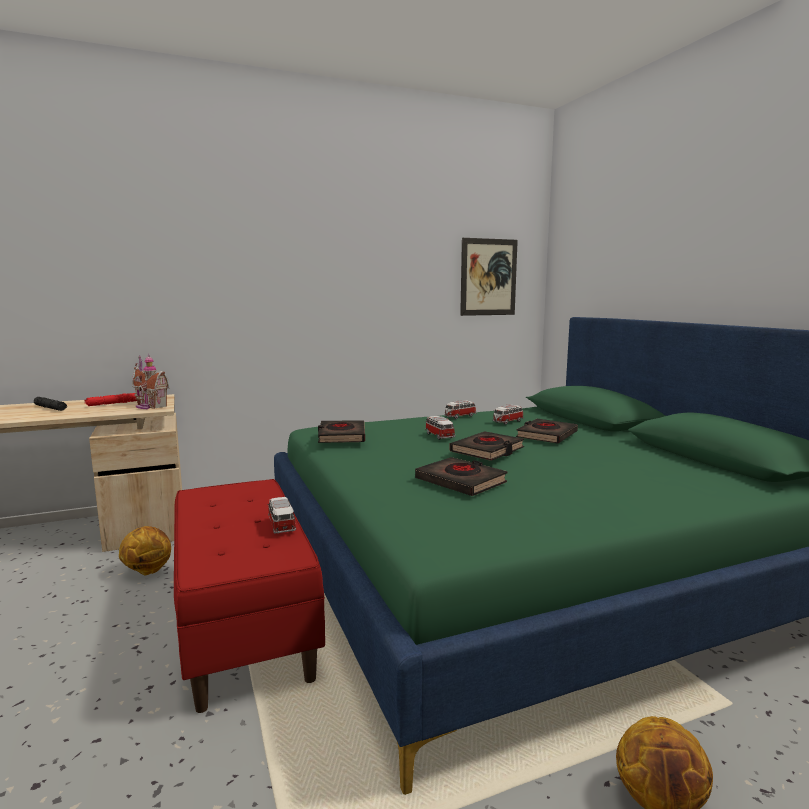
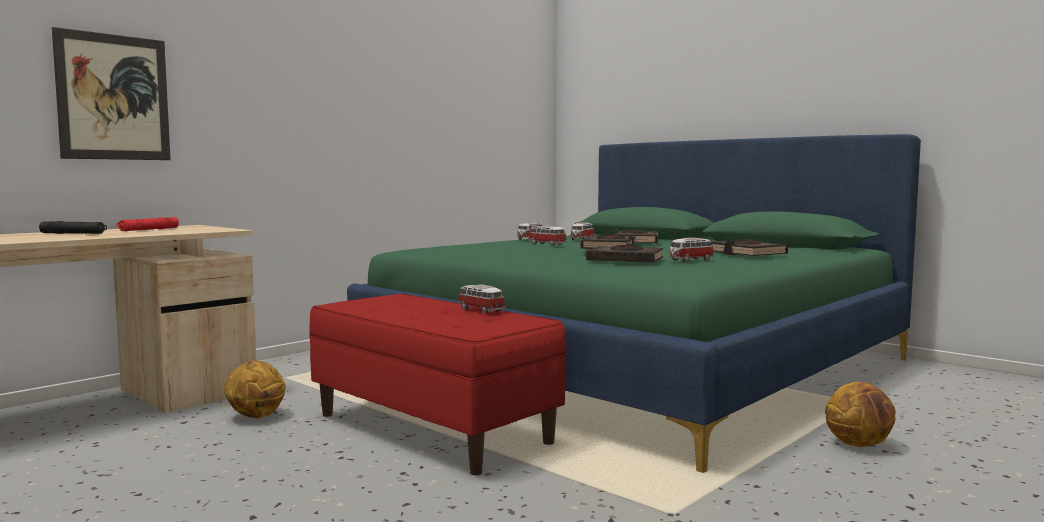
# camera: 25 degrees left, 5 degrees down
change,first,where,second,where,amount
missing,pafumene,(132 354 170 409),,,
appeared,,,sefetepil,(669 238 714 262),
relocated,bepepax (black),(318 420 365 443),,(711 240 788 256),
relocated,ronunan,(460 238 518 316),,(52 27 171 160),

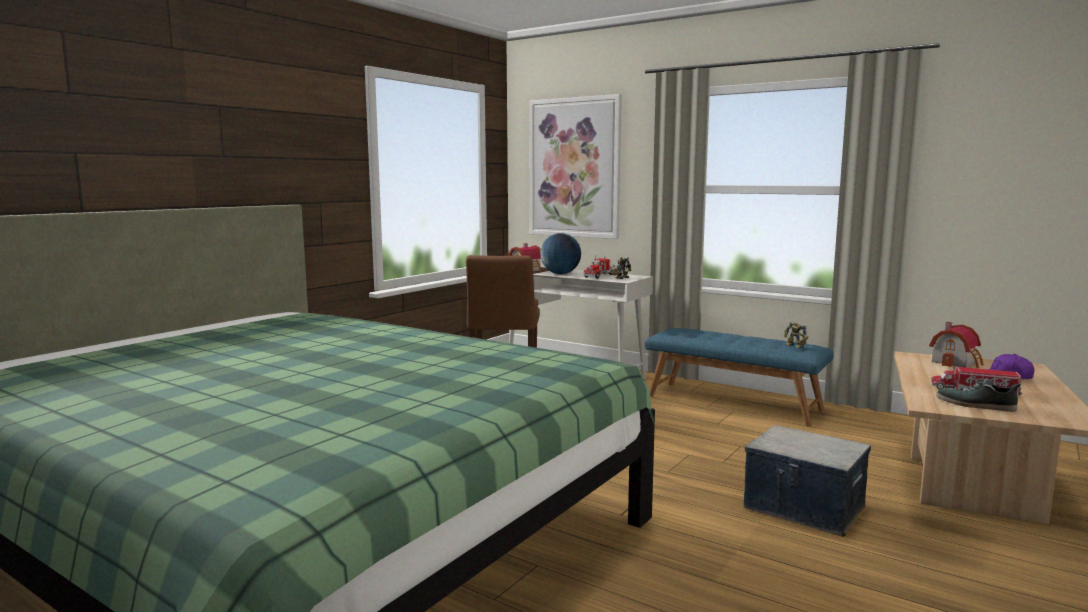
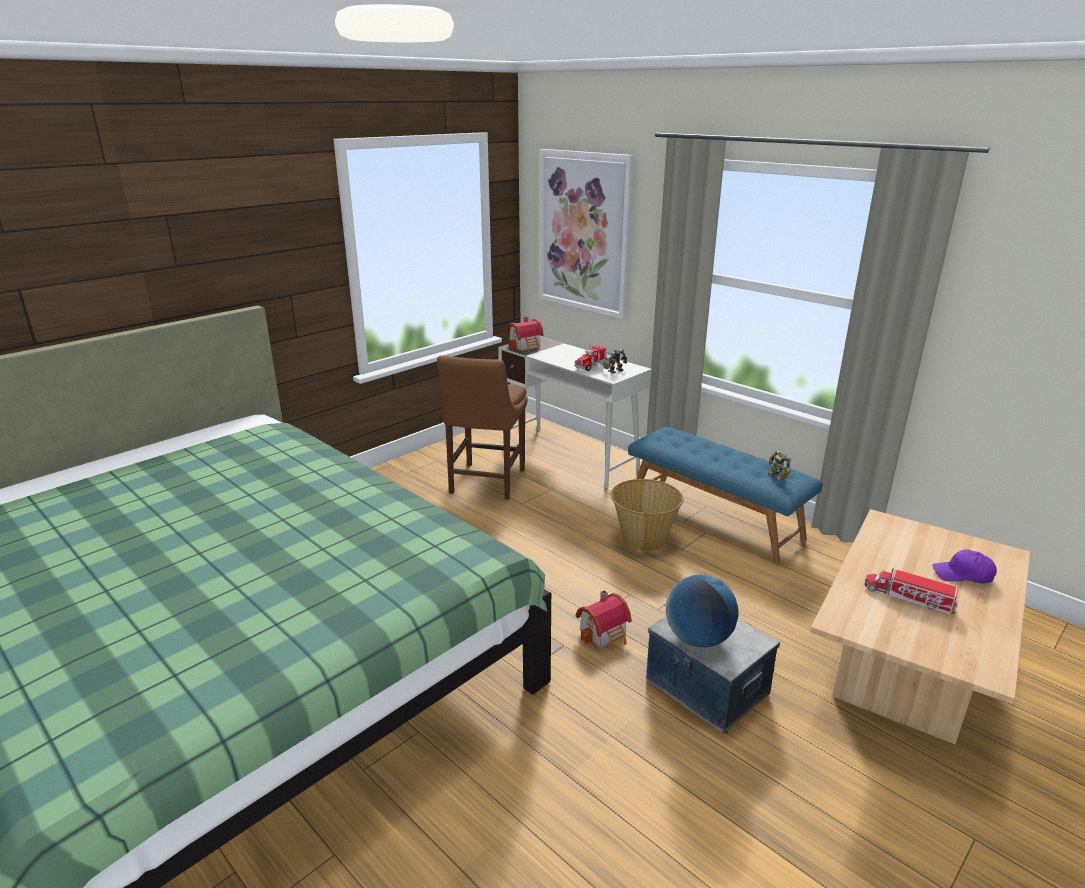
# camera: 10 degrees right, 15 degrees up
change,first,where,second,where,amount
missing,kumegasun,(936 378 1021 412),,,
appeared,,,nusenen,(611 479 683 552),
relocated,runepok,(540 233 581 274),,(666 574 739 648),
relocated,pafumene,(929 322 984 368),,(576 590 632 651),

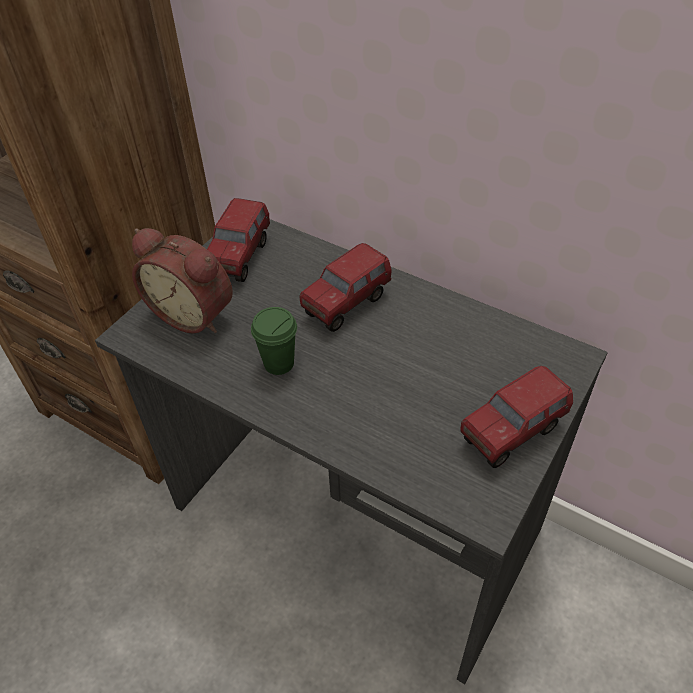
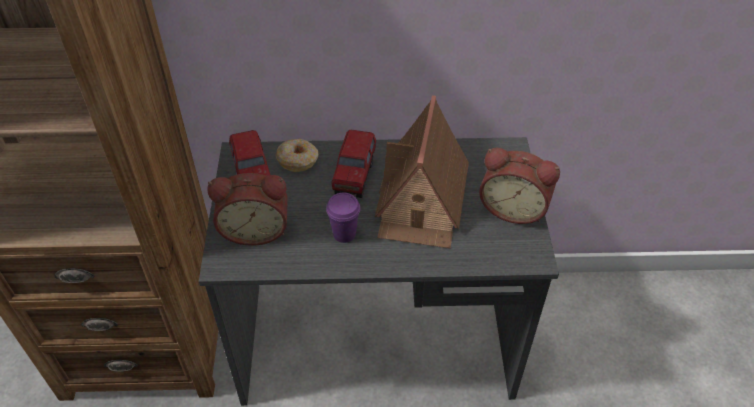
# camera: 35 degrees left, 0 degrees up
change,first,where,second,where,amount
appeared,,,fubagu,(275 139 318 172),
appeared,,,pafumene,(375 95 469 248),
exchanged,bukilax,(460 366 573 468),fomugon,(479 148 560 224),
colour,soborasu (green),(251 307 297 375),soborasu (purple),(326 193 360 243),

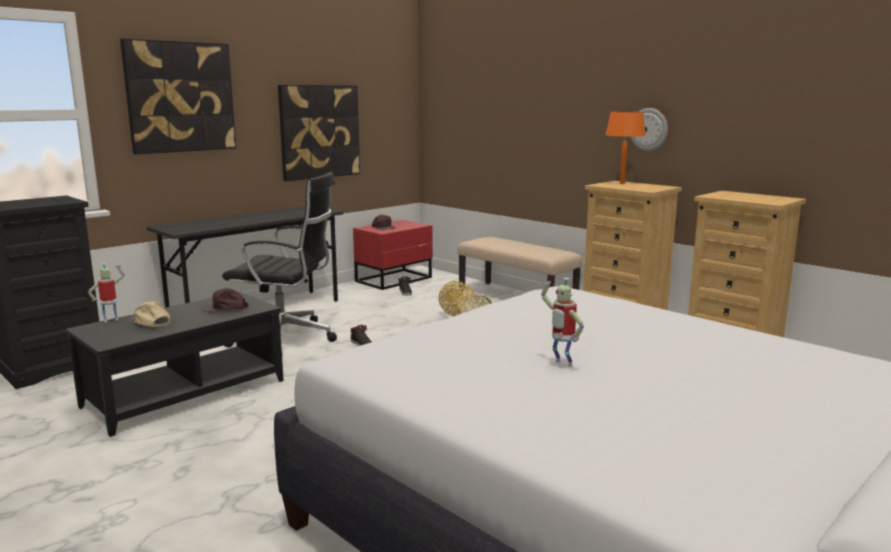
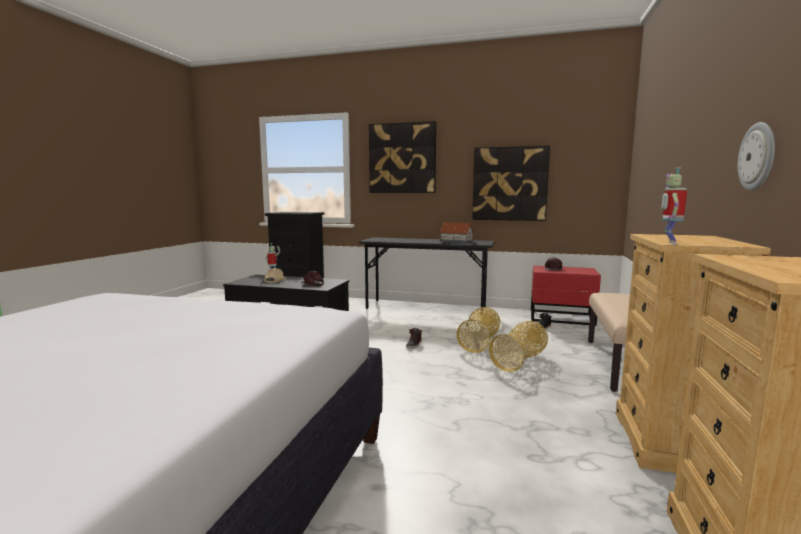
# camera: 60 degrees right, 5 degrees down
change,first,where,second,where,amount
missing,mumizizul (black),(222 172 337 348),,,
missing,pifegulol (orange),(605 112 646 184),,,
appeared,,,pafumene,(439 222 474 243),
appeared,,,nusenen,(456 307 500 353),
relocated,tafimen,(541 278 584 367),,(662 168 687 245),

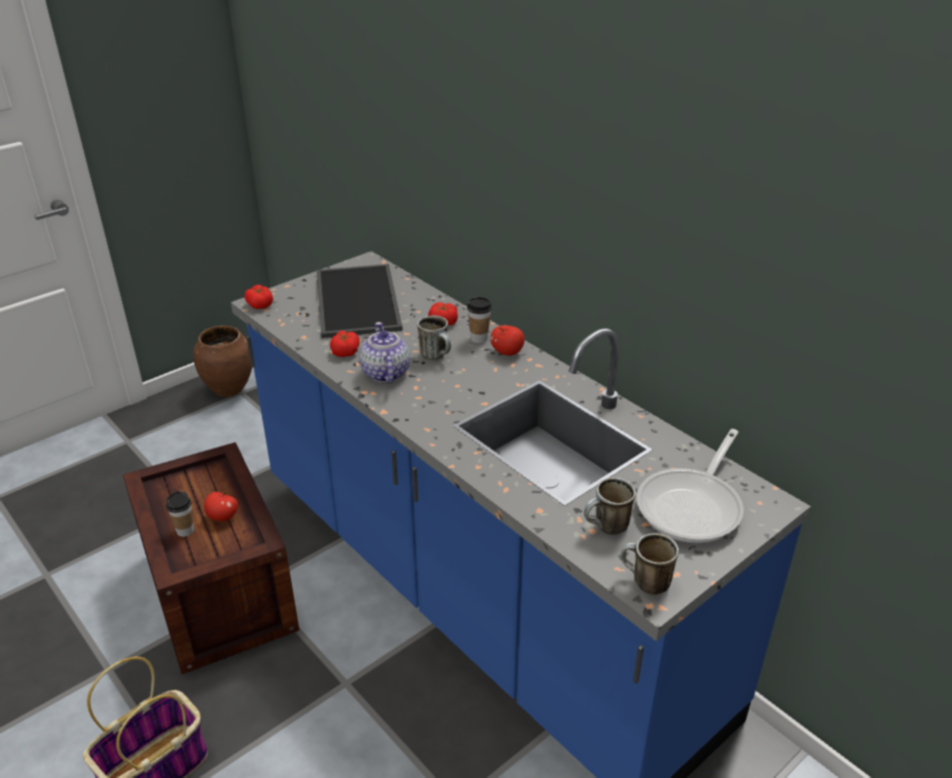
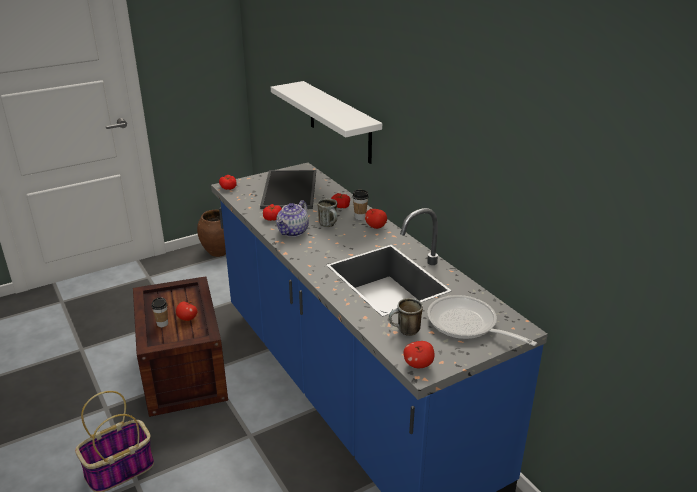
# camera: 10 degrees right, 5 degrees down
change,first,where,second,where,amount
appeared,,,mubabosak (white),(271 81 382 164),
exchanged,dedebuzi,(621 533 679 595),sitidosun,(403 341 435 368),
spun,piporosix,(360 322 410 383),,(276 200 309 237),150 degrees counterclockwise
spun,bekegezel,(636 429 744 543),,(427 295 537 346),90 degrees clockwise

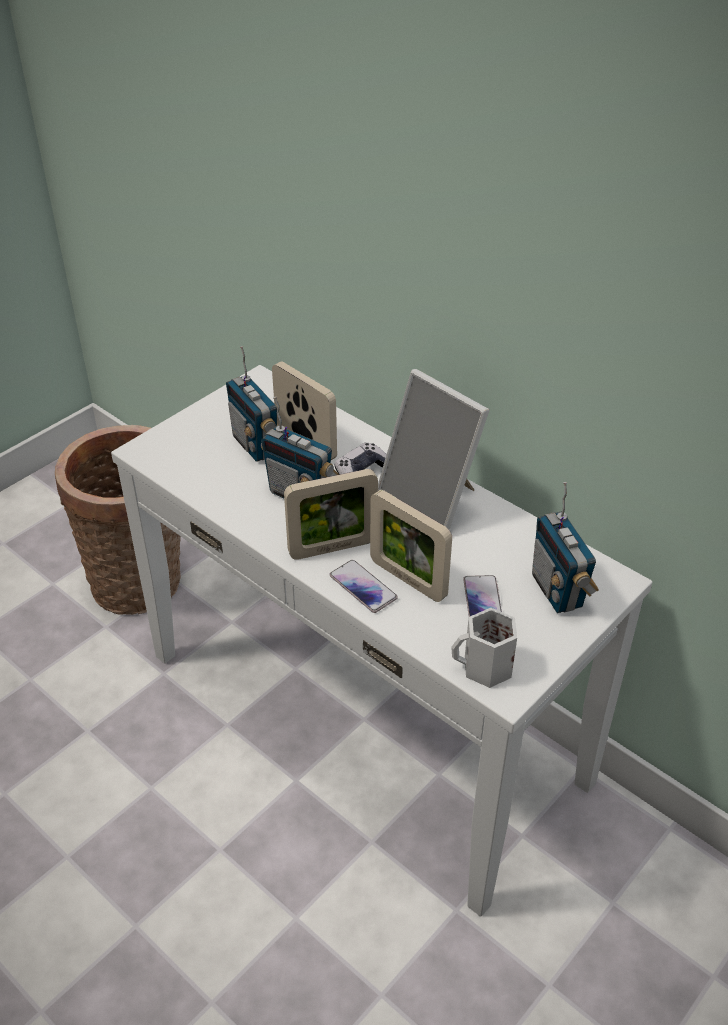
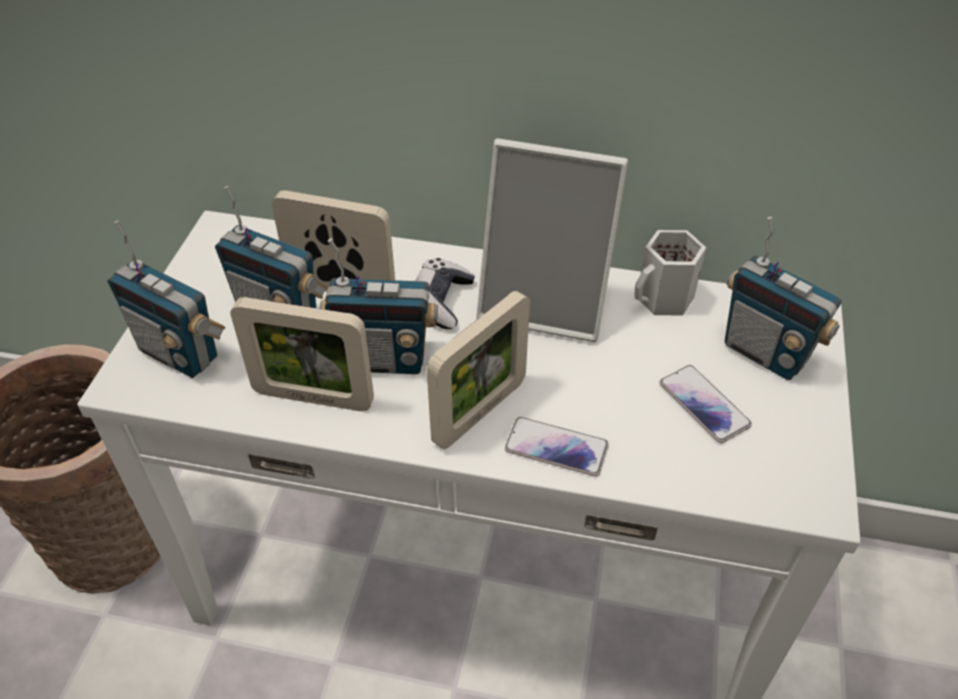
# camera: 30 degrees left, 5 degrees up
change,first,where,second,where,amount
appeared,,,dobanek,(107 220 225 378),
relocated,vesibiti,(370 490 452 602),,(230 297 374 411),
relocated,dedebuzi (white),(451 608 517 688),,(634 230 706 316),

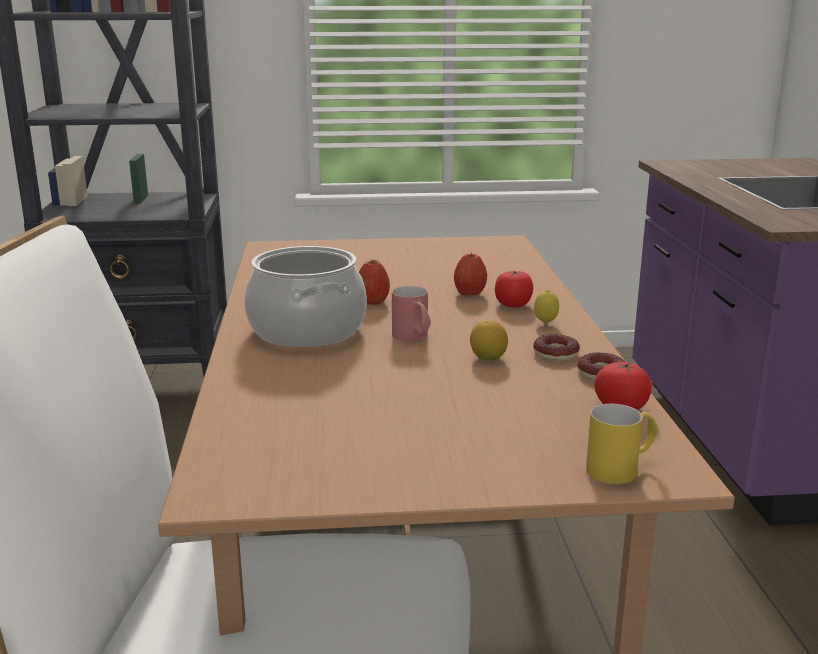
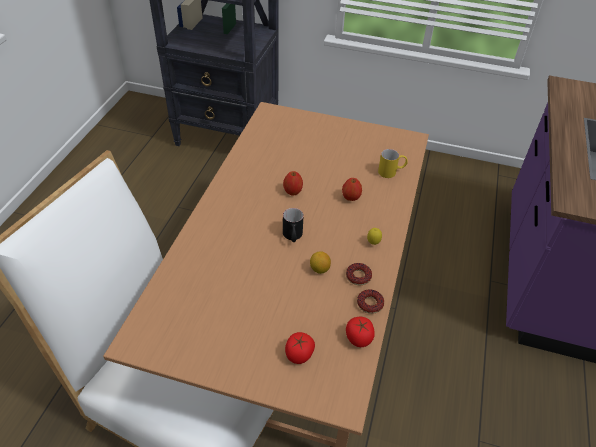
# camera: 20 degrees right, 25 degrees up
change,first,where,second,where,amount
missing,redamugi,(244 246 367 347),,,
relocated,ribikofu,(495 271 533 307),,(285 332 315 364),
relocated,dedebuzi (yellow),(586 404 658 484),,(378 149 408 178),
colour,dedebuzi (red),(392 286 431 341),dedebuzi (black),(283 208 304 242),

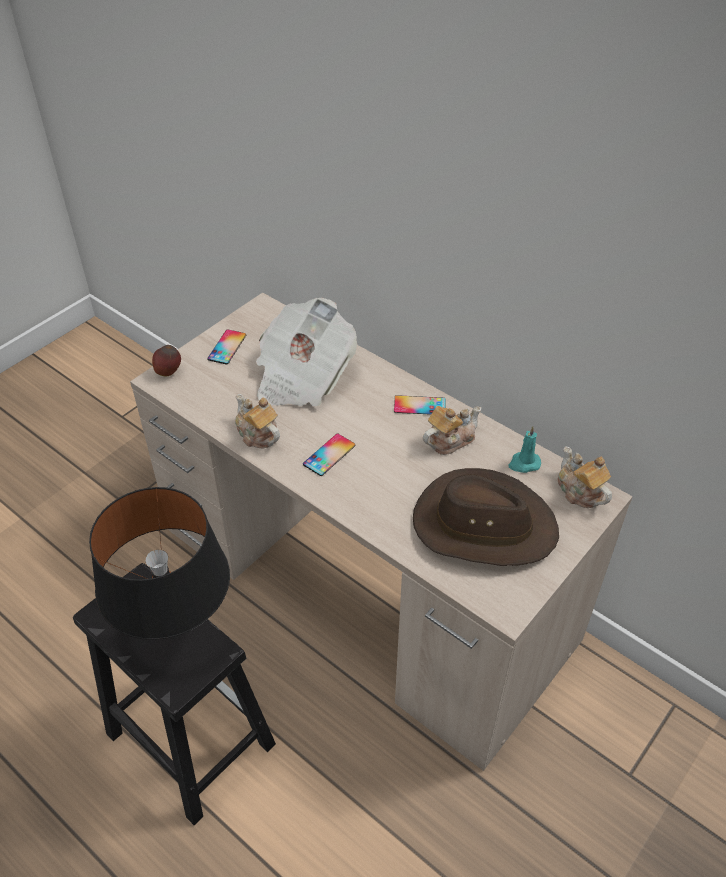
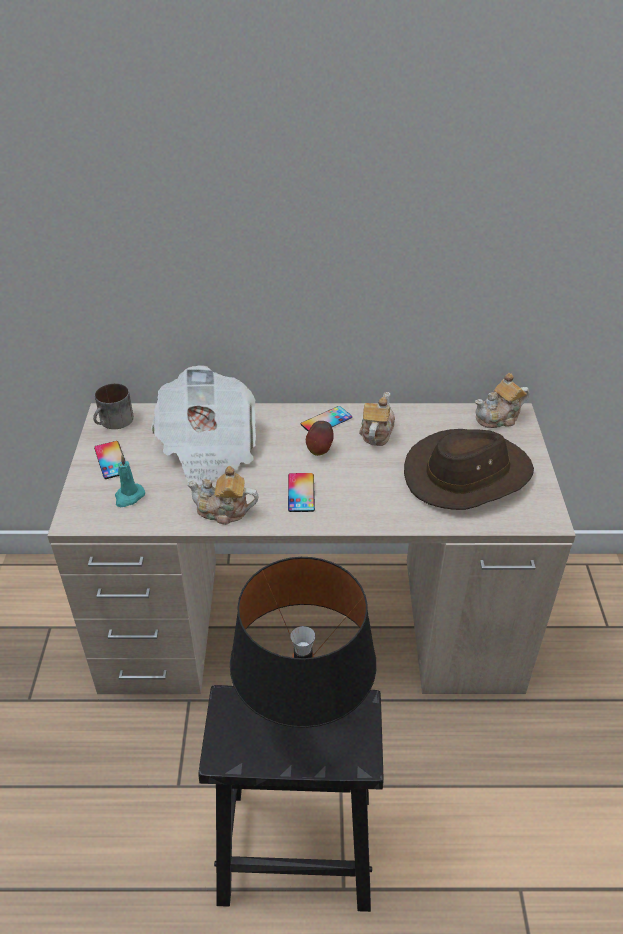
# camera: 40 degrees left, 5 degrees down
change,first,where,second,where,amount
appeared,,,dedebuzi,(93 383 134 429),
relocated,sitidosun,(152 345 181 377),,(306 421 334 456),
relocated,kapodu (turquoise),(508 426 541 473),,(115 455 145 507),
spun,piporosix,(558 446 612 508),,(475 373 530 428),45 degrees counterclockwise

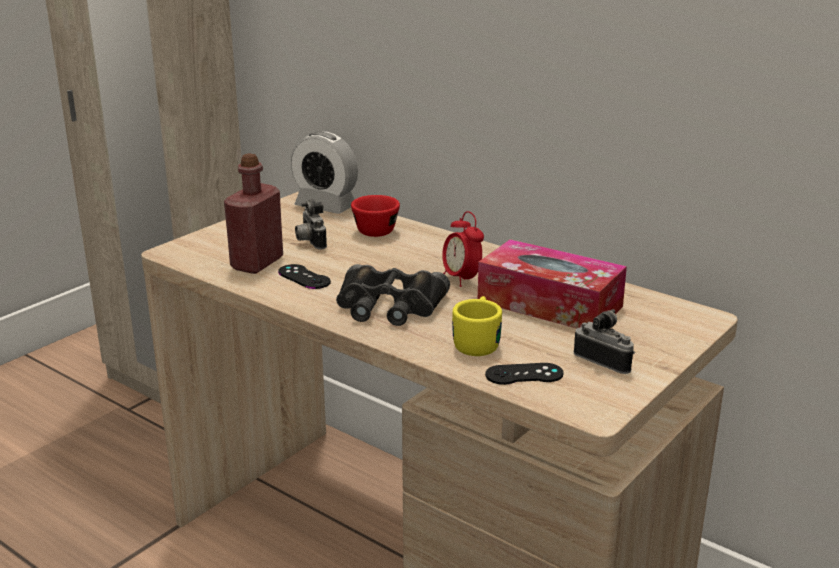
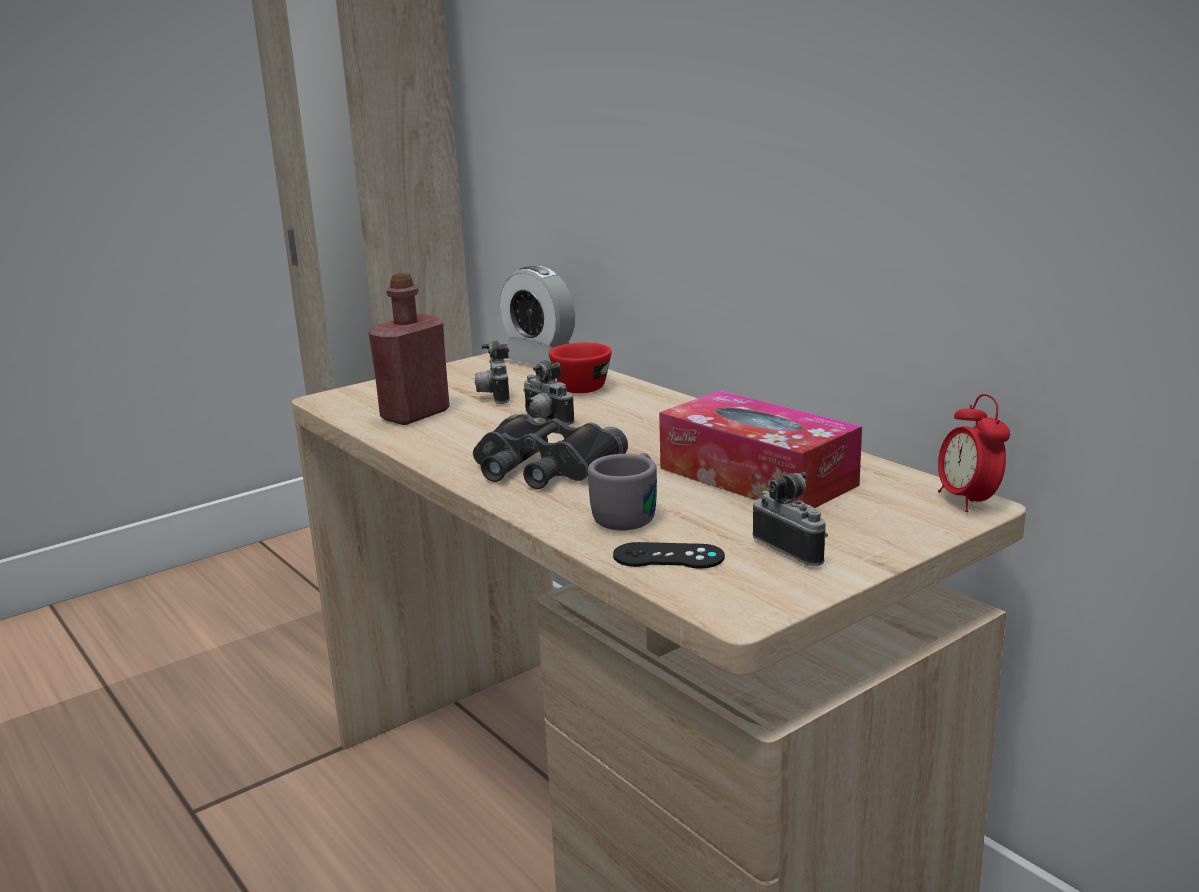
# camera: 15 degrees right, 5 degrees down
change,first,where,second,where,amount
missing,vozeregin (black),(278 264 331 289),,,
appeared,,,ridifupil,(523 360 574 425),
relocated,fomugon,(442 211 484 287),,(938 394 1010 512),
colour,dedebuzi (yellow),(452 296 502 356),dedebuzi (grey),(588 453 657 530),

